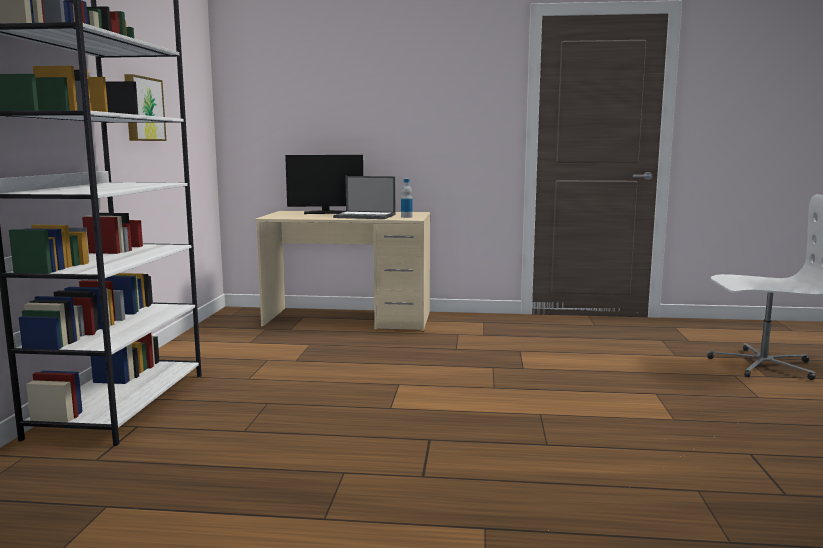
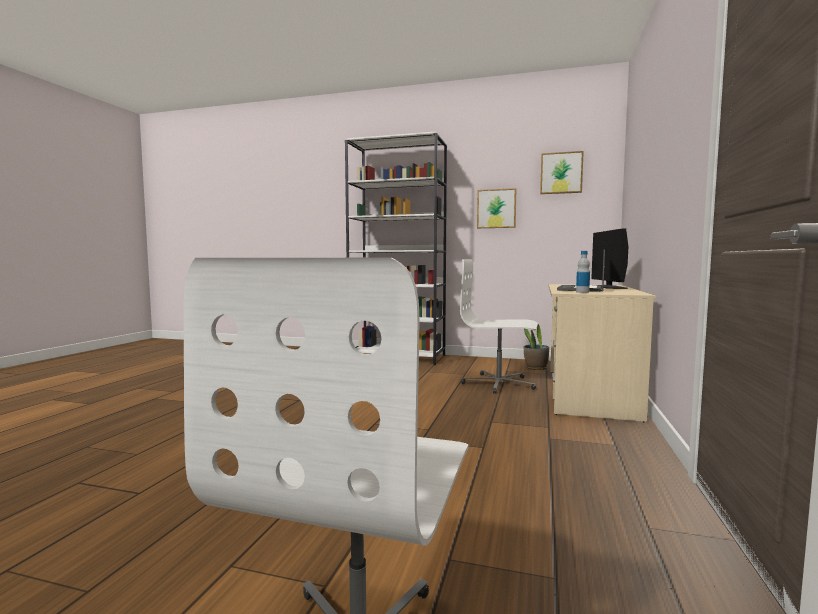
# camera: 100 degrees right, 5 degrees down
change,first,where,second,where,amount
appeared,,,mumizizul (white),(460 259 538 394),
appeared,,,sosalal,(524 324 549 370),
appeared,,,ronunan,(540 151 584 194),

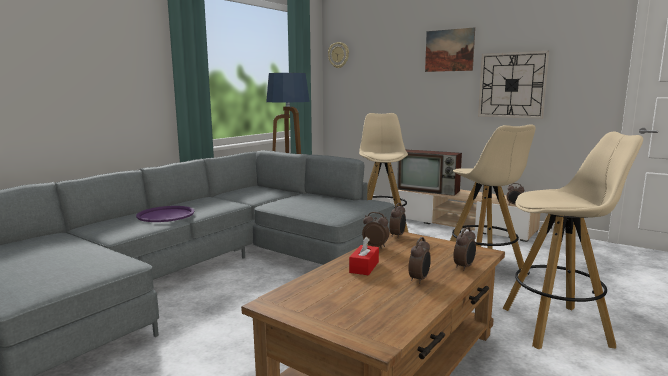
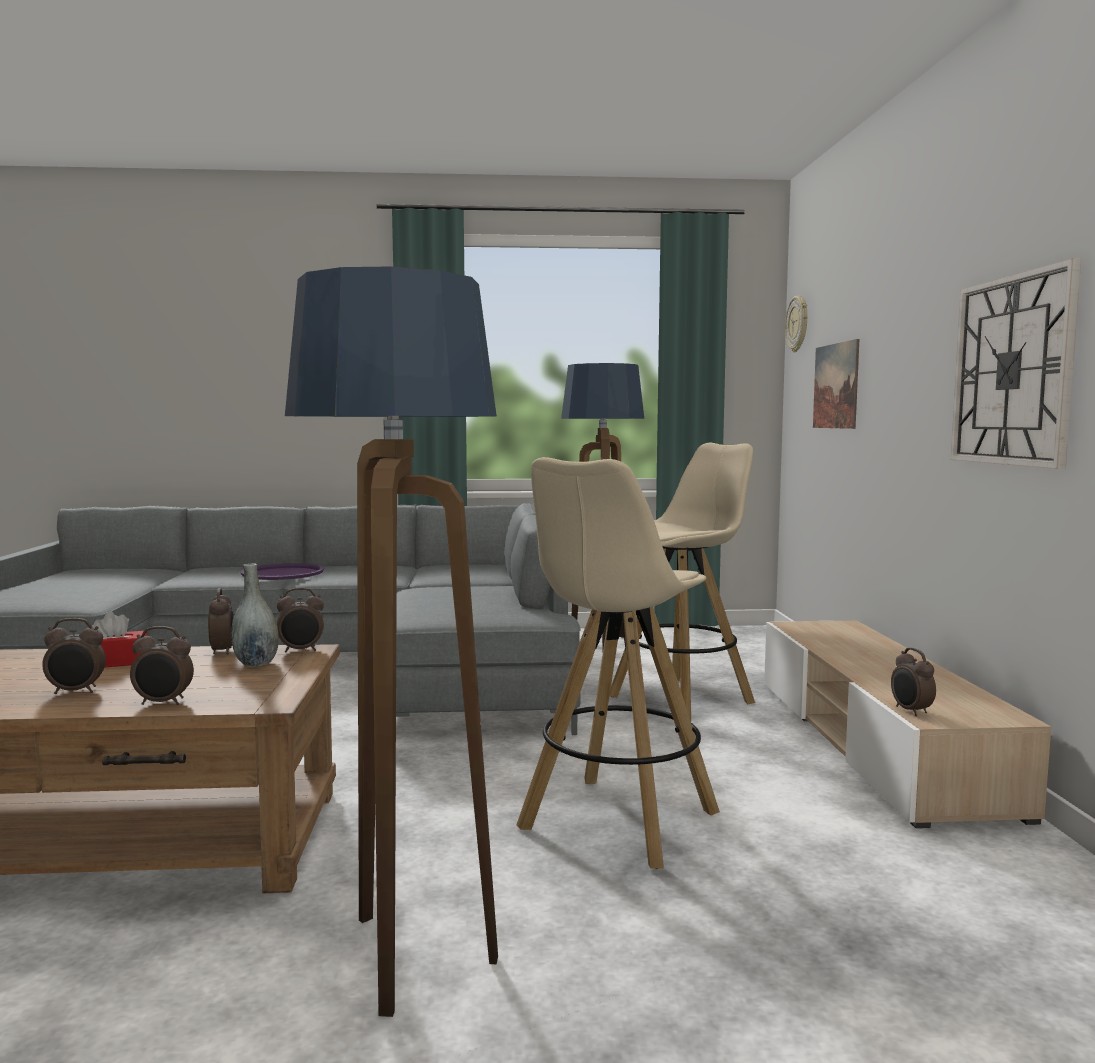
# camera: 50 degrees right, 5 degrees down
change,first,where,second,where,amount
missing,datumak,(397 149 462 196),,,
appeared,,,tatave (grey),(231 563 279 667),
relocated,ronunan,(425 27 475 72),,(813 339 859 429),
exchanged,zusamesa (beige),(503 132 643 349),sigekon,(285 266 498 1017),

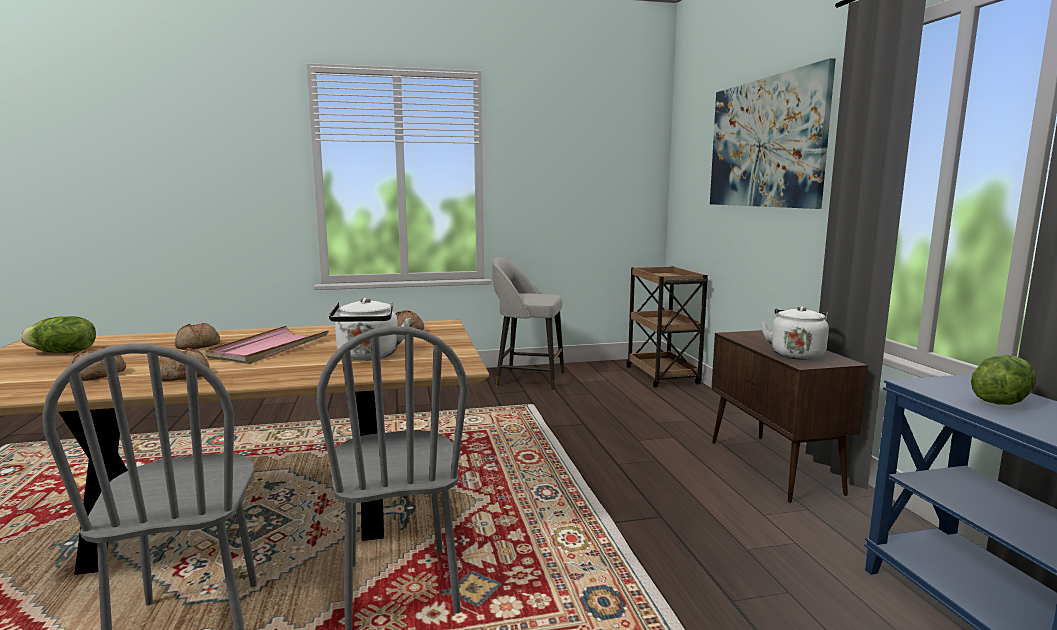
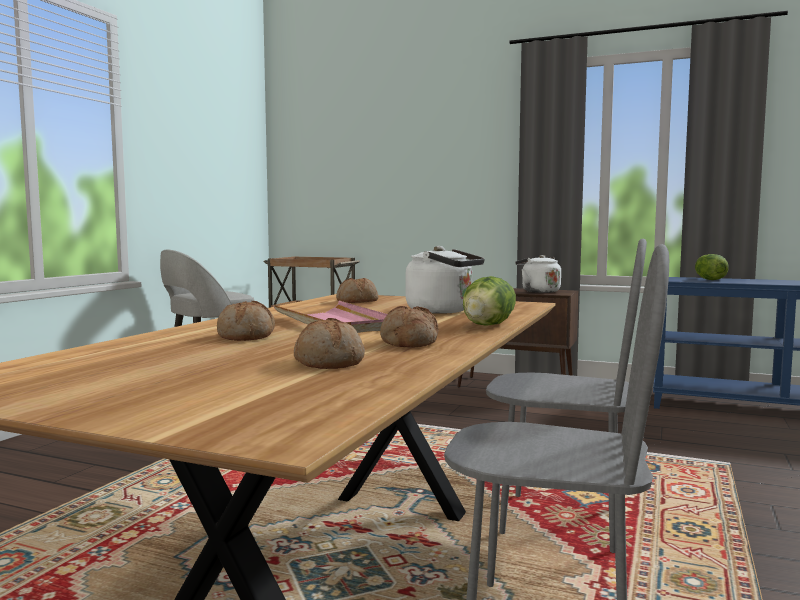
# camera: 55 degrees left, 5 degrees down
change,first,where,second,where,amount
missing,ronunan,(710 58 836 209),,,
relocated,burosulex,(20 316 96 353),,(463 276 516 326),

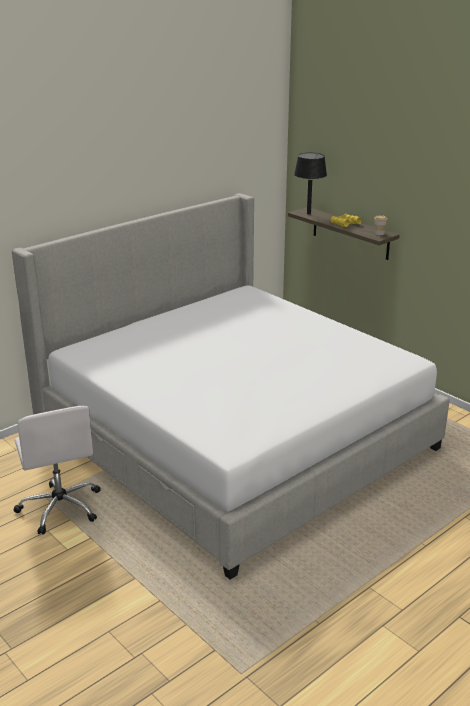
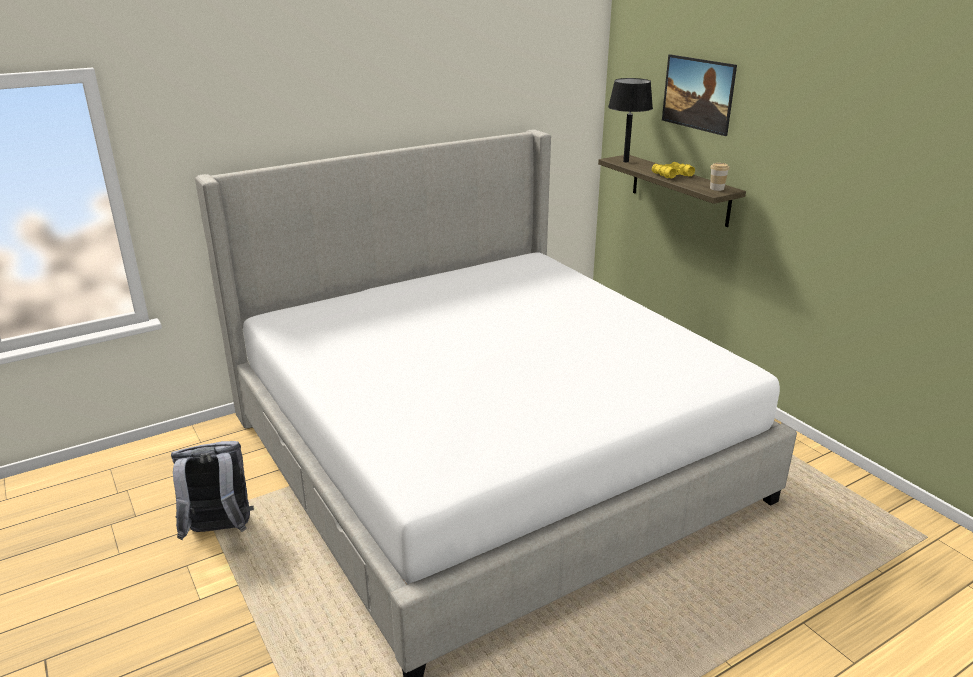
# camera: 10 degrees right, 0 degrees up
change,first,where,second,where,amount
appeared,,,ronunan,(662 55 737 136),
exchanged,mumizizul (white),(14 406 101 535),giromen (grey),(171 441 254 540),

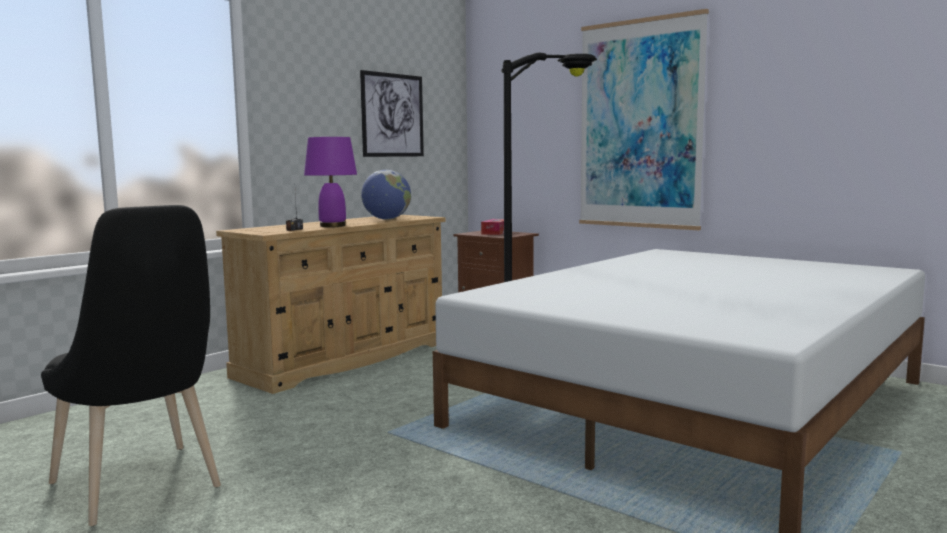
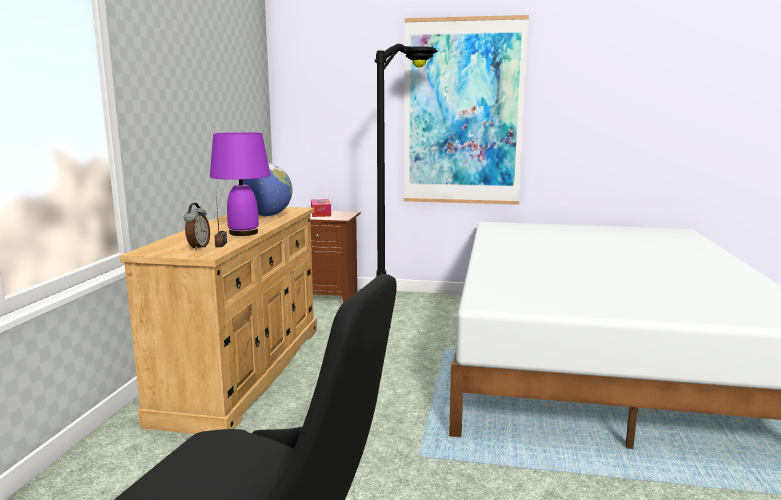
# camera: 30 degrees left, 5 degrees up
change,first,where,second,where,amount
missing,ronunan,(360 70 424 157),,,
appeared,,,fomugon,(184 203 210 250),

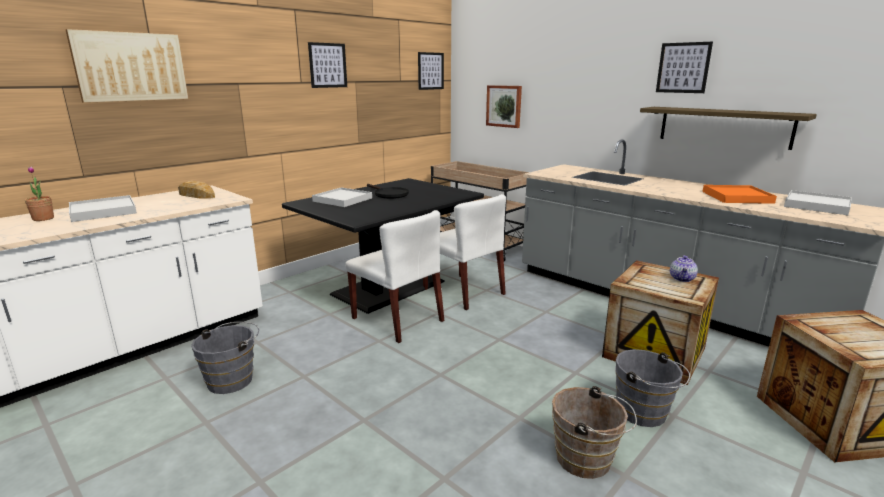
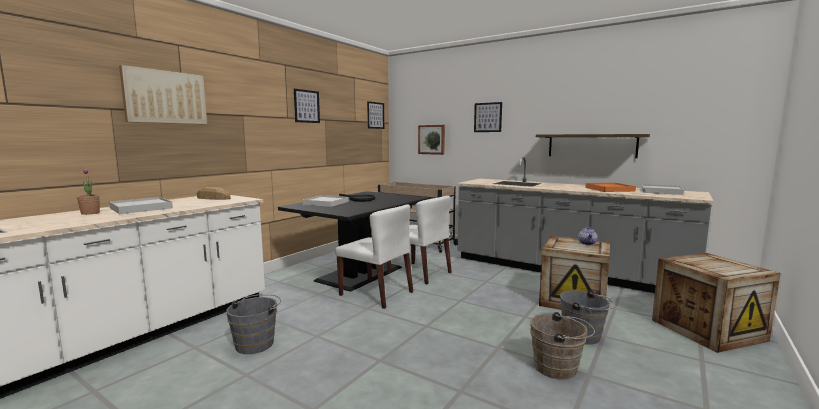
# camera: 10 degrees left, 10 degrees down
change,first,where,second,where,amount
relocated,ronunan,(656 42 713 93),,(474 102 502 132),

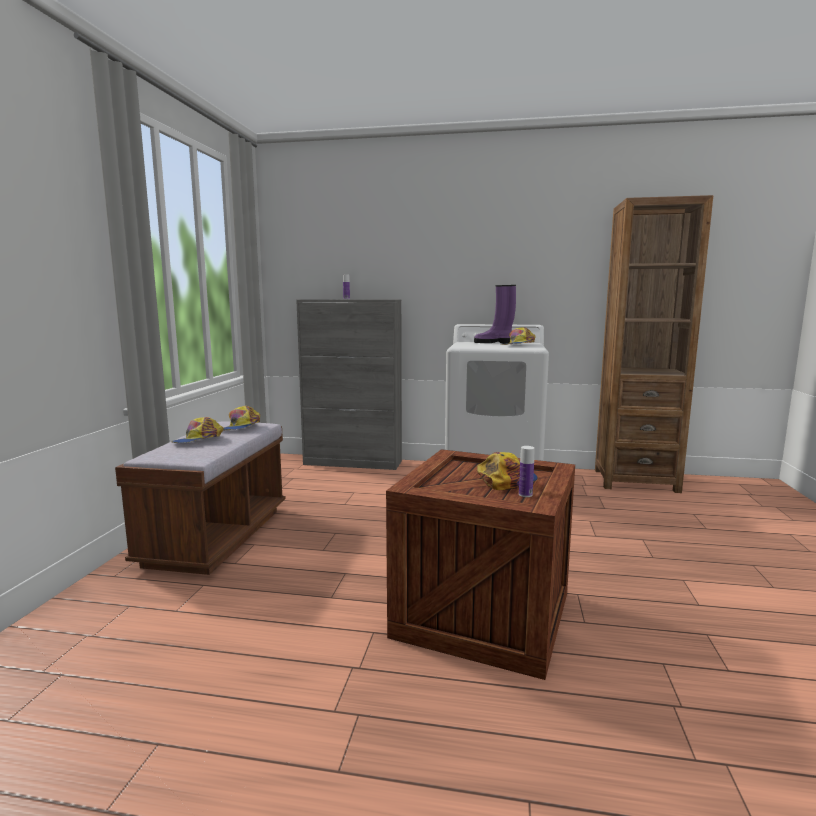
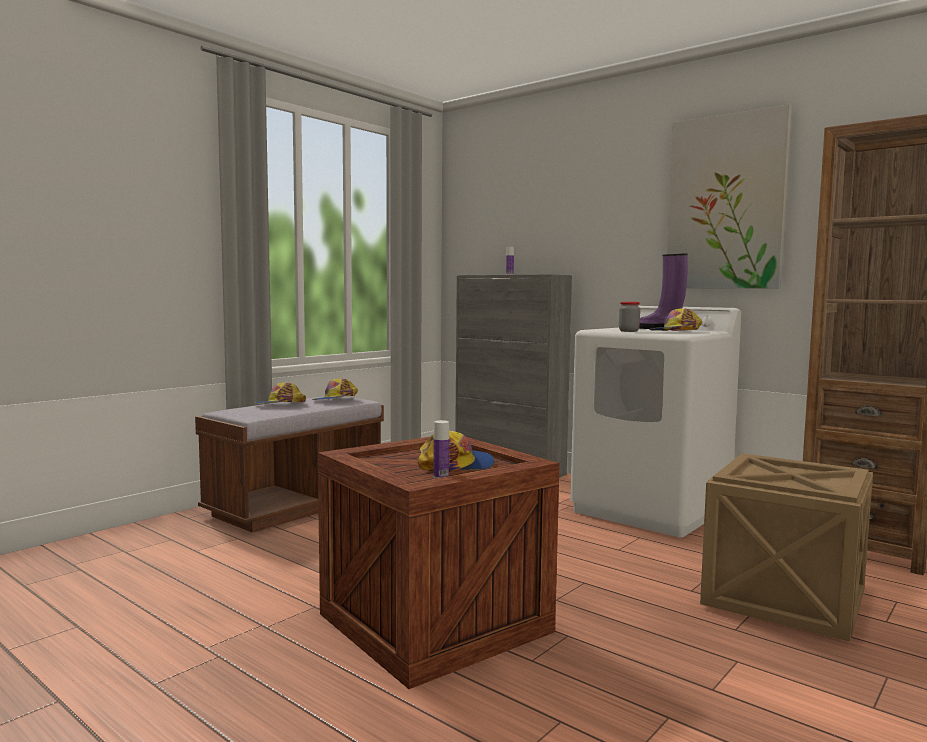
# camera: 30 degrees right, 5 degrees down
change,first,where,second,where,amount
appeared,,,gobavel,(619 302 640 332),
appeared,,,ronunan,(667 104 792 289),
appeared,,,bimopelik,(700 453 873 642),

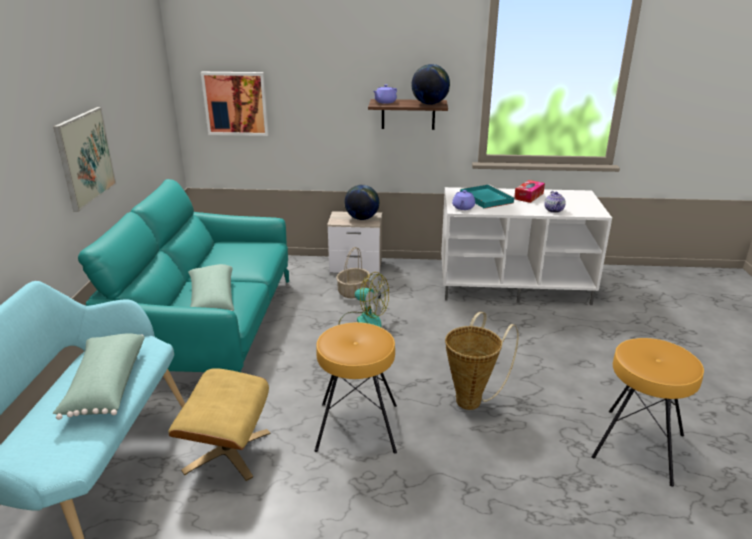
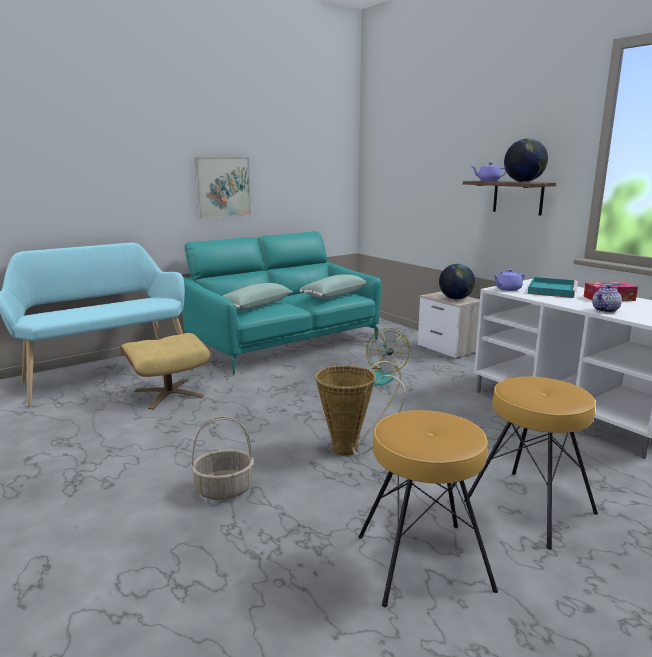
# camera: 50 degrees right, 10 degrees down
change,first,where,second,where,amount
missing,ronunan,(201 72 269 136),,,
relocated,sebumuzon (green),(53 333 145 420),,(300 274 366 299),
relocated,zusamesa (brown),(315 322 397 454),,(464 376 598 550),
relocated,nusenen,(336 247 370 298),,(191 416 254 500),

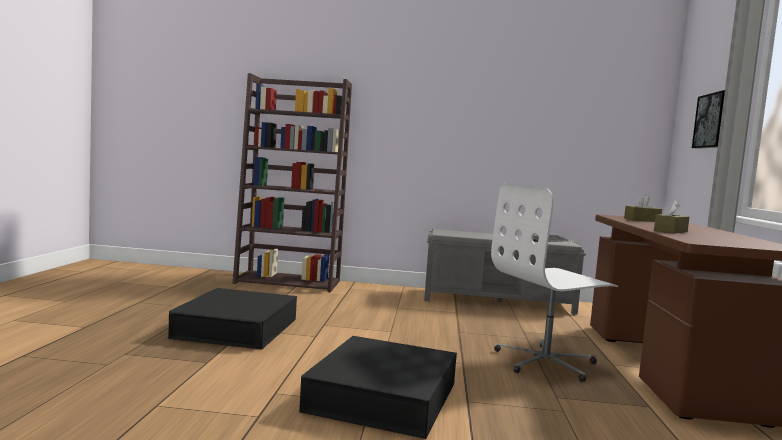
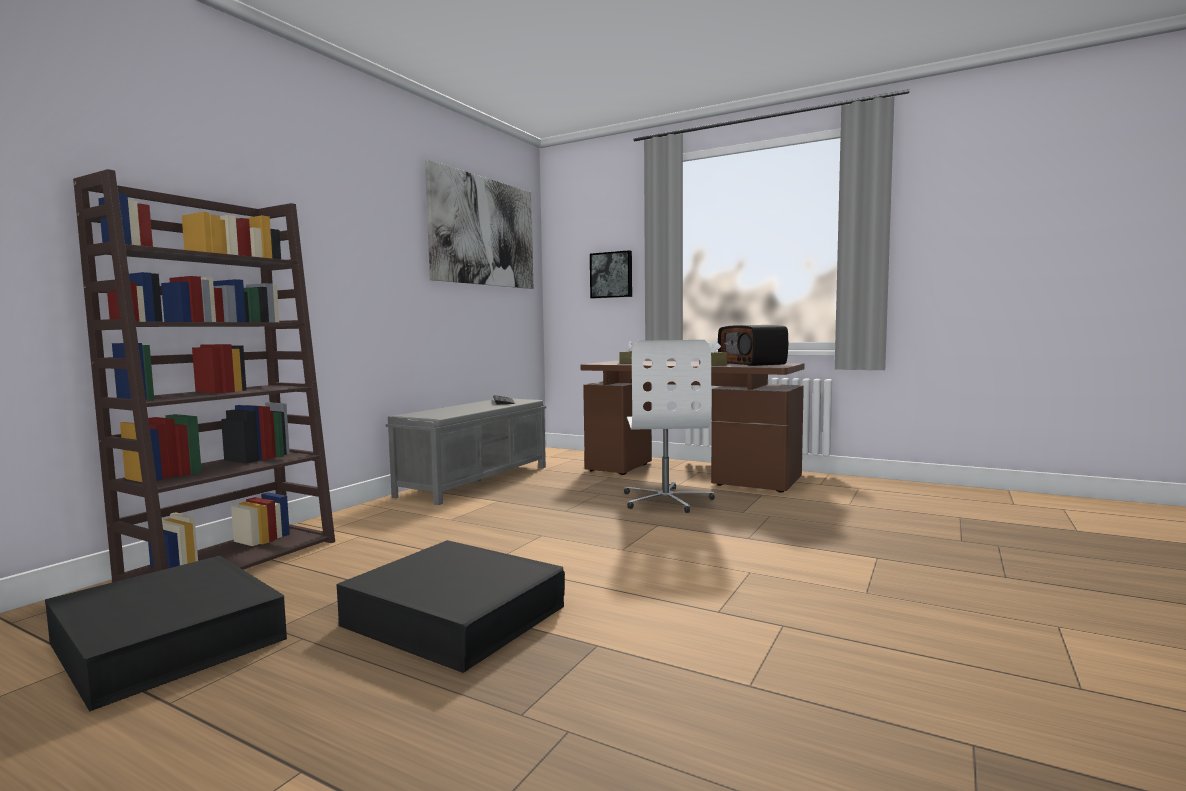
# camera: 65 degrees left, 0 degrees up
change,first,where,second,where,amount
appeared,,,ronunan,(425 160 533 289),
appeared,,,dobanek,(718 325 788 366),
relocated,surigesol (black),(299 336 457 439),,(45 556 287 712),

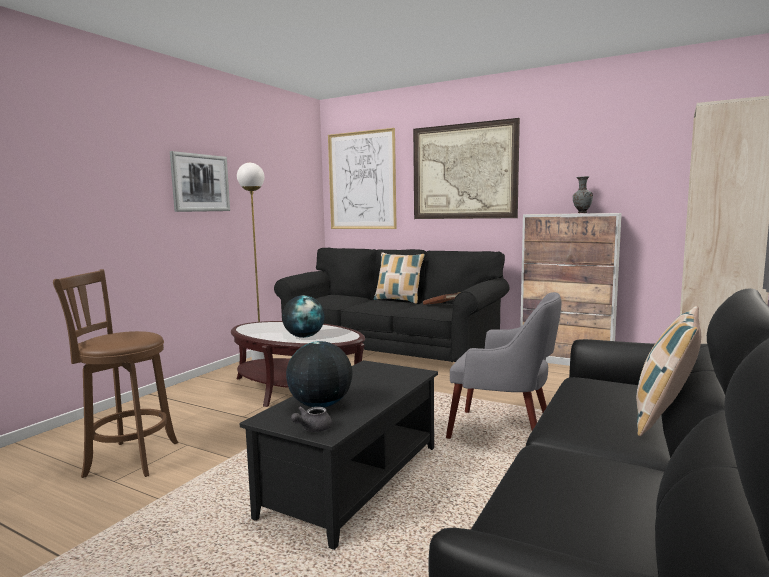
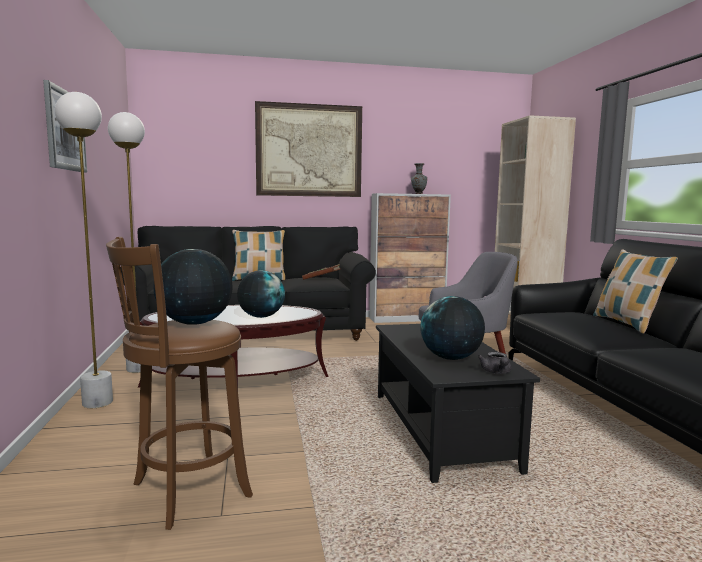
# camera: 40 degrees left, 0 degrees up
change,first,where,second,where,amount
missing,ronunan,(328 128 397 229),,,
appeared,,,sigekon (white),(55 92 113 408),
appeared,,,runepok,(153 249 233 325),

